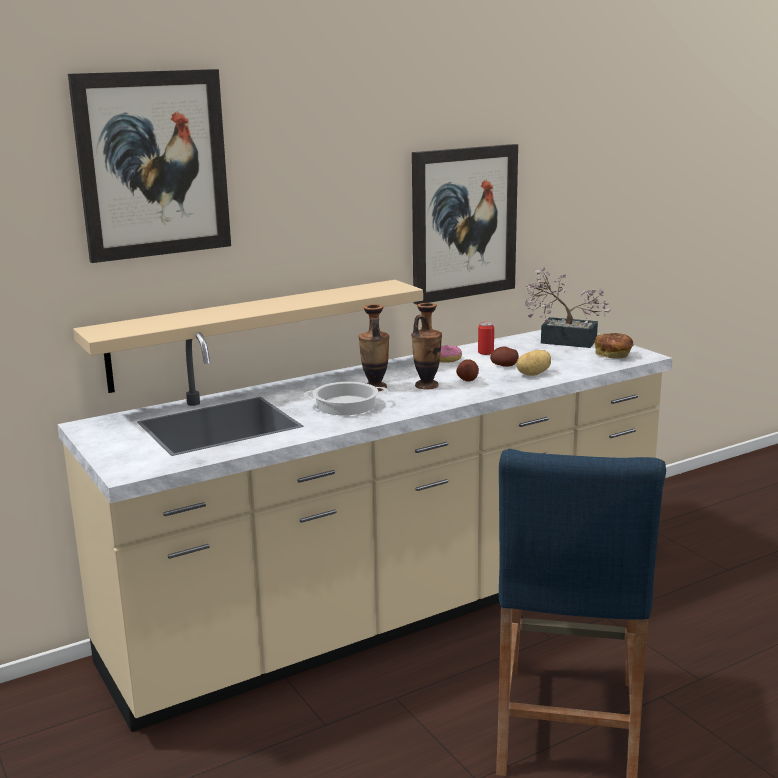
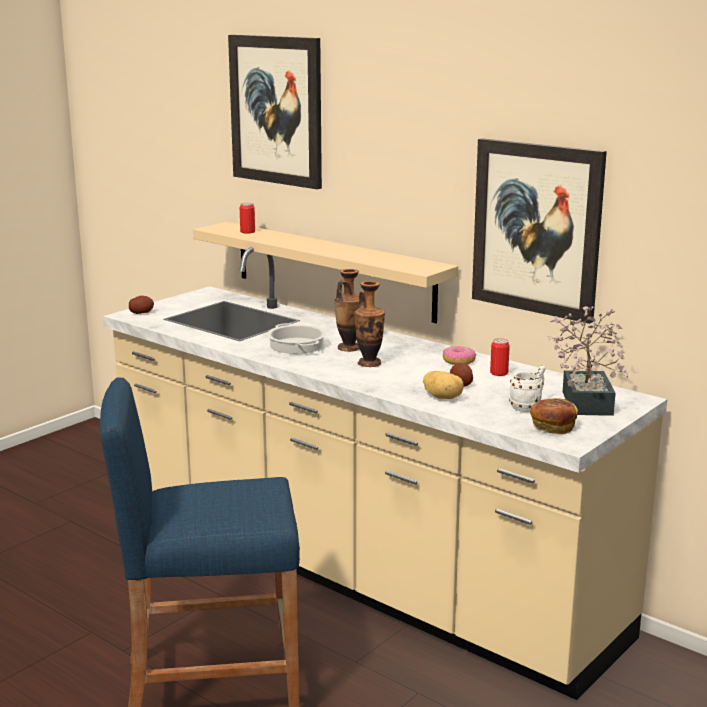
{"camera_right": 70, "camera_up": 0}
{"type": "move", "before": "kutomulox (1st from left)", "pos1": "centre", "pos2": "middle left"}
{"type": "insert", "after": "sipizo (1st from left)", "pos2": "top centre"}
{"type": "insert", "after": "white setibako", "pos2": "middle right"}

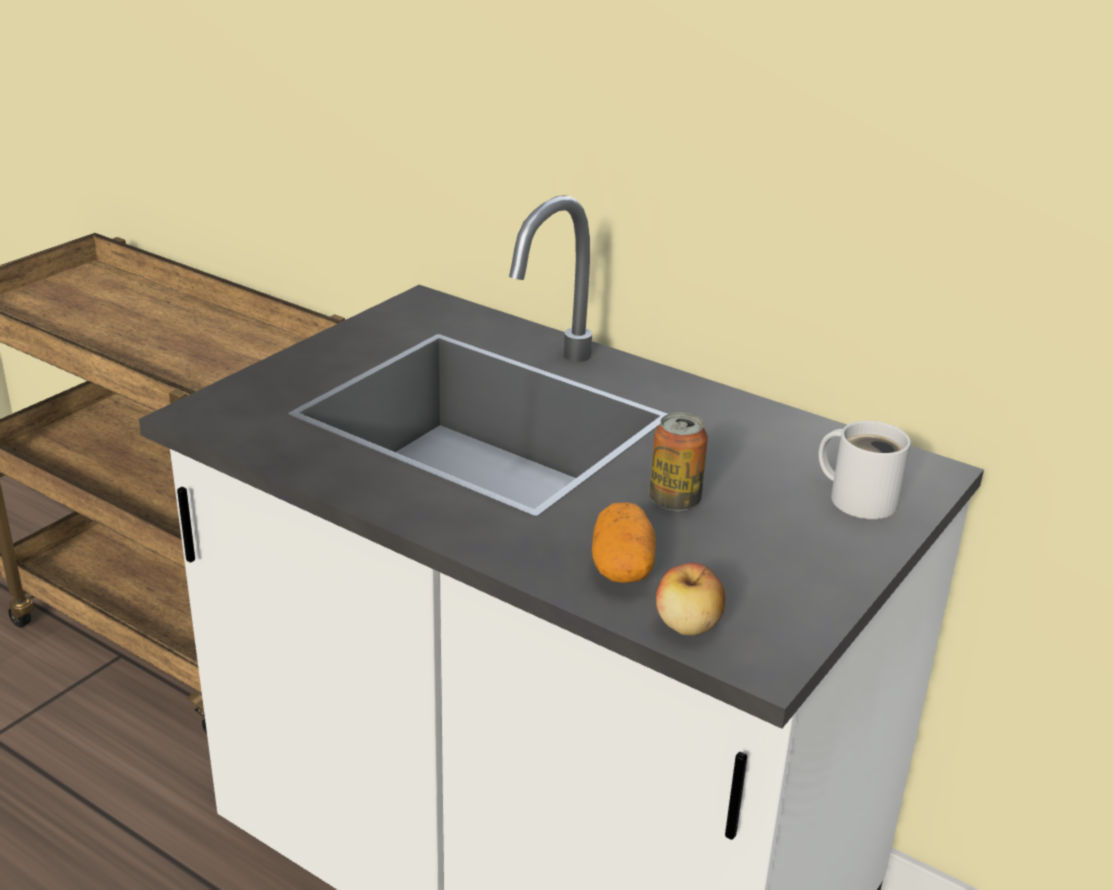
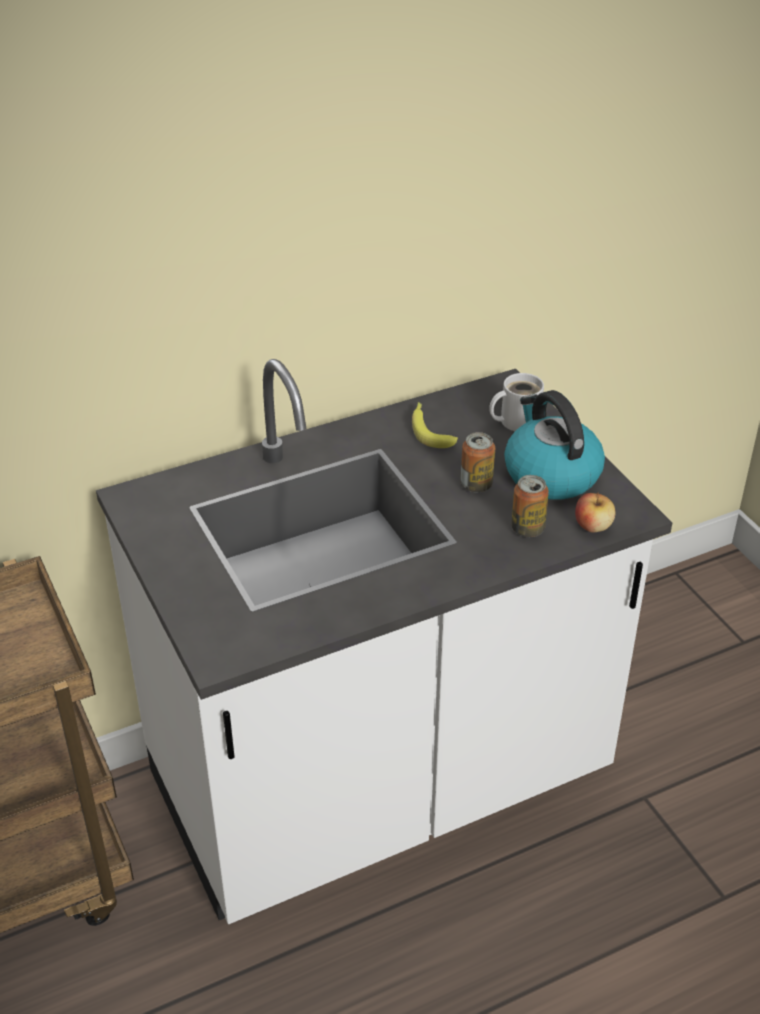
{"camera_right": -60, "camera_up": 10}
{"type": "insert", "after": "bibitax", "pos2": "centre"}
{"type": "insert", "after": "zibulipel", "pos2": "middle right"}
{"type": "replace", "before": "kutomulox", "after": "sipizo (2nd from left)", "pos1": "centre", "pos2": "middle right"}

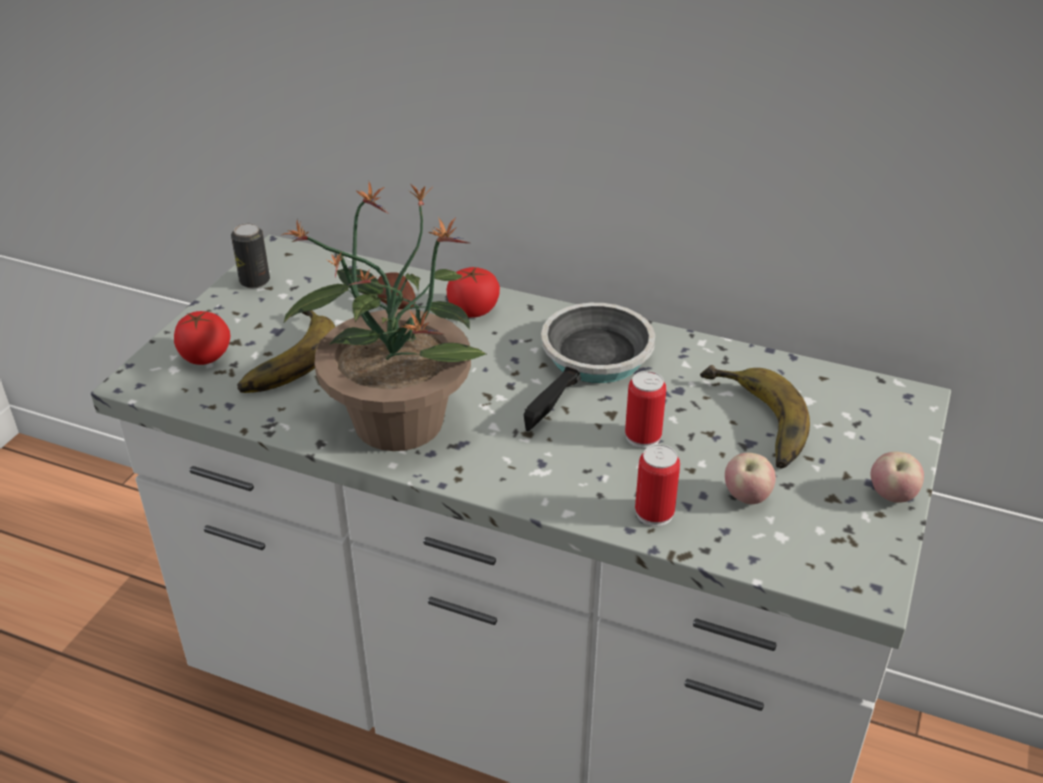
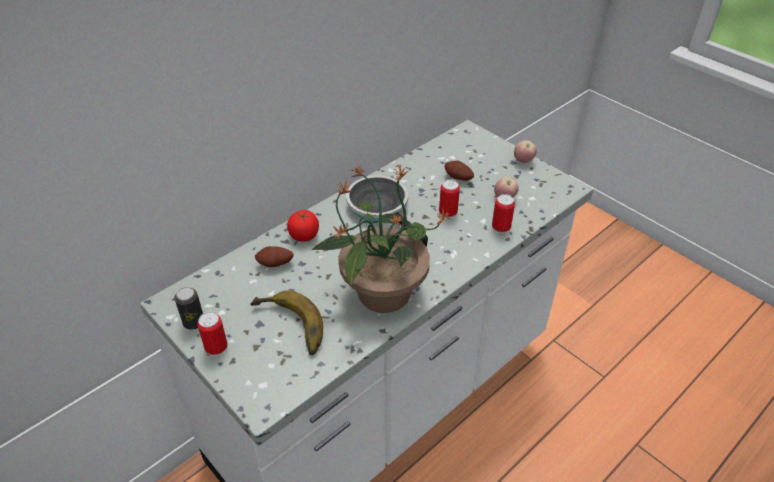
{"camera_right": -65, "camera_up": 5}
{"type": "insert", "after": "sipizo (2nd from left)", "pos2": "bottom left"}
{"type": "replace", "before": "bibitax (2nd from left)", "after": "kutomulox (2nd from left)", "pos1": "middle right", "pos2": "centre"}
{"type": "delete", "before": "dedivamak (1st from left)", "pos1": "middle left"}

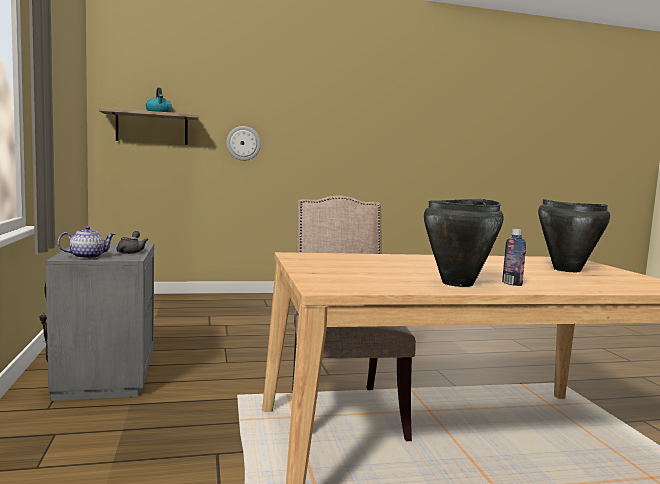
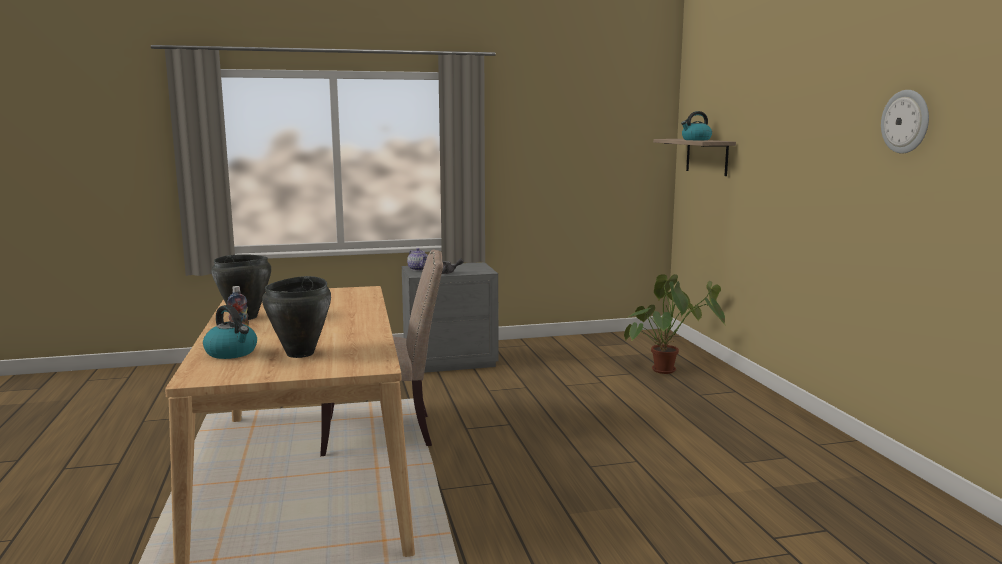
{"camera_right": 90, "camera_up": 5}
{"type": "insert", "after": "zibulipel (1st from left)", "pos2": "middle left"}
{"type": "insert", "after": "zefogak", "pos2": "middle right"}
{"type": "move", "before": "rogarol", "pos1": "top centre", "pos2": "top right"}

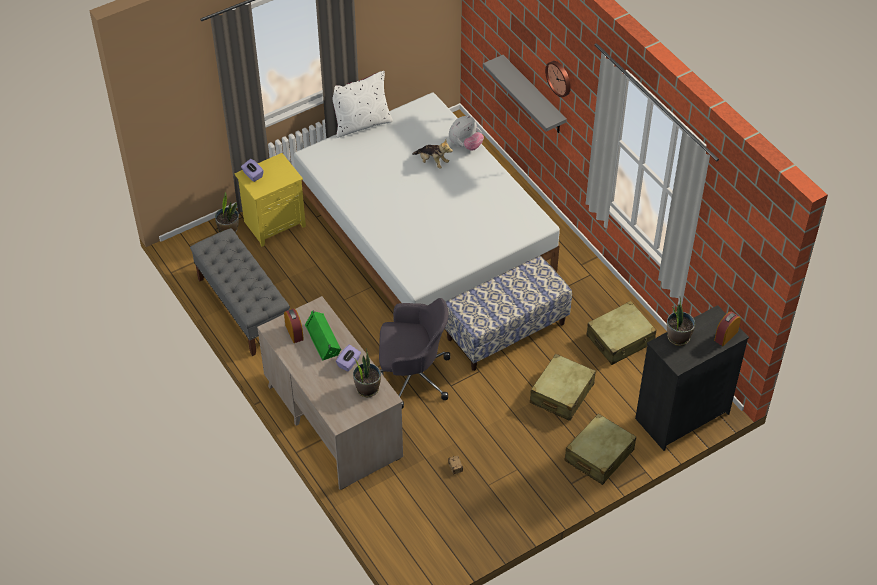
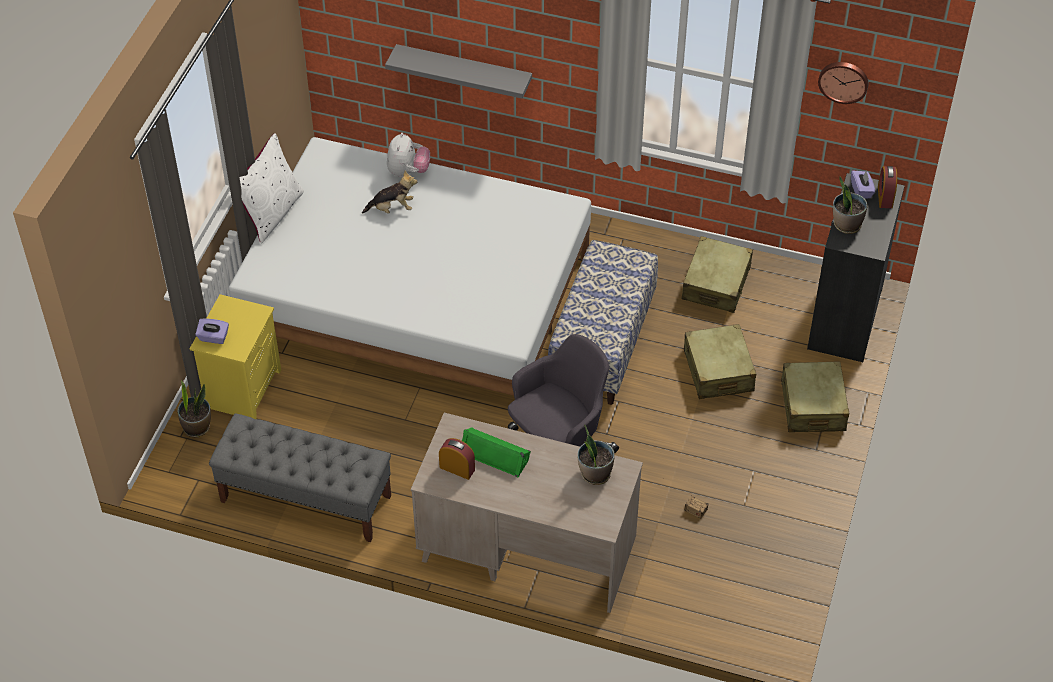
{"camera_right": -40, "camera_up": 0}
{"type": "move", "before": "rogarol", "pos1": "top centre", "pos2": "top right"}
{"type": "move", "before": "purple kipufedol (2nd from left)", "pos1": "centre", "pos2": "top right"}

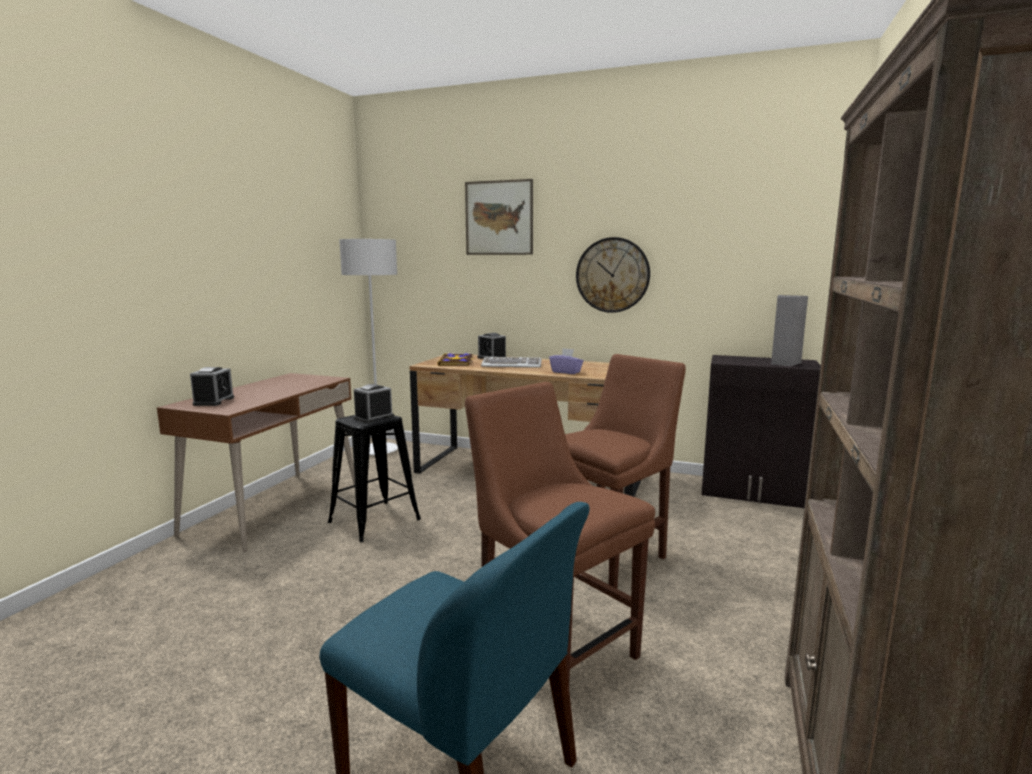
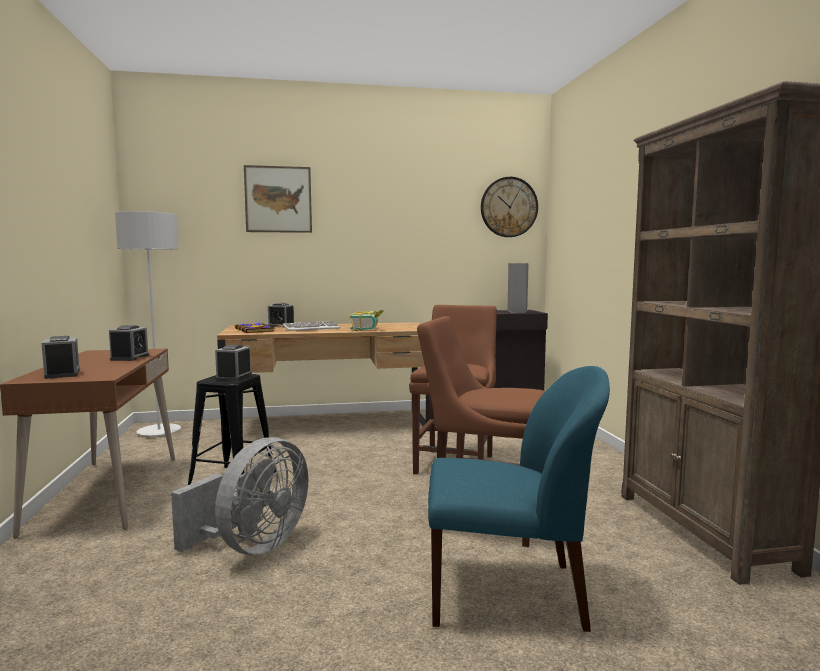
{"camera_right": -30, "camera_up": -5}
{"type": "insert", "after": "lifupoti (2nd from left)", "pos2": "middle left"}
{"type": "insert", "after": "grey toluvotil", "pos2": "bottom left"}
{"type": "replace", "before": "purple kipufedol", "after": "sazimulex (2nd from left)", "pos1": "centre", "pos2": "centre"}
{"type": "move", "before": "rogarol", "pos1": "centre", "pos2": "top centre"}

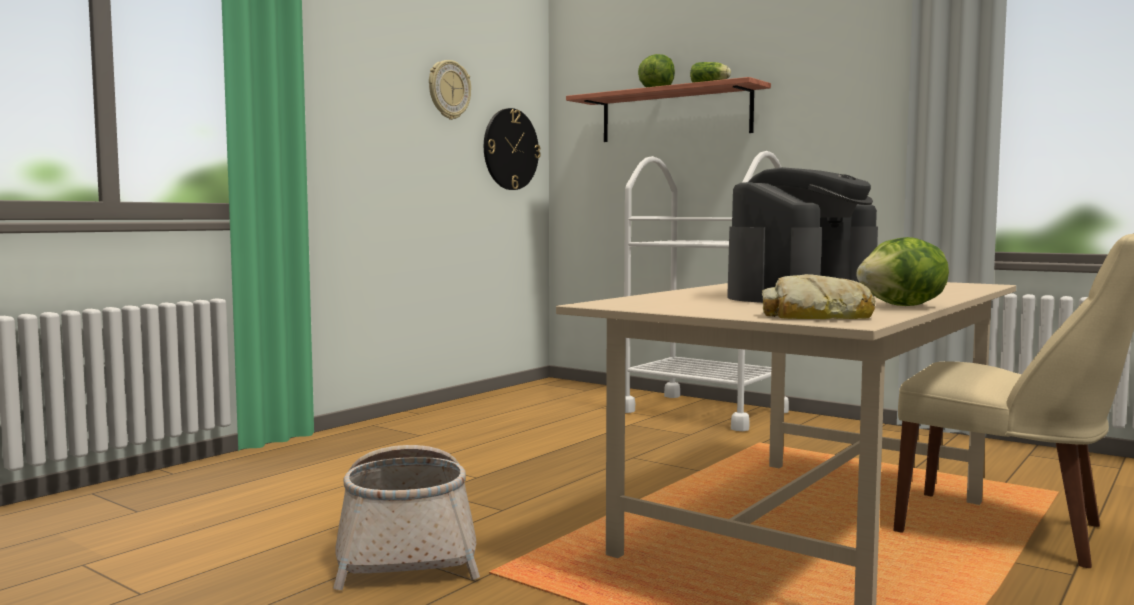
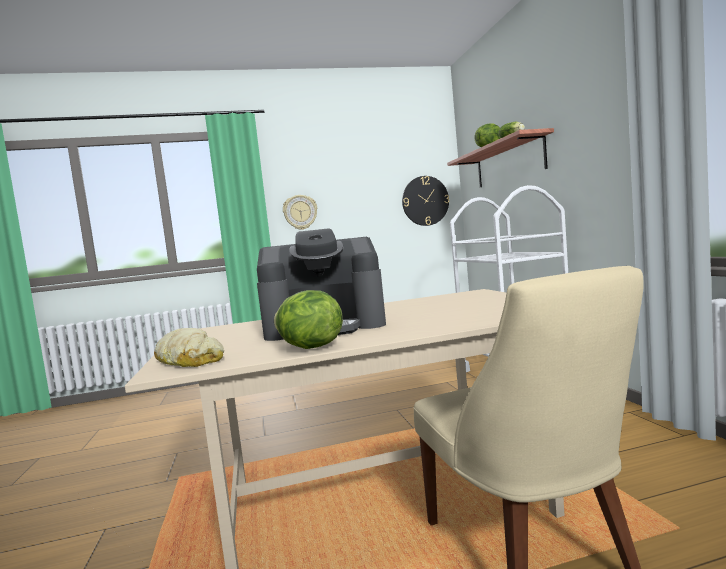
{"camera_right": 40, "camera_up": 0}
{"type": "move", "before": "rogarol (1st from left)", "pos1": "top centre", "pos2": "centre"}
{"type": "delete", "before": "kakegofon", "pos1": "bottom centre"}

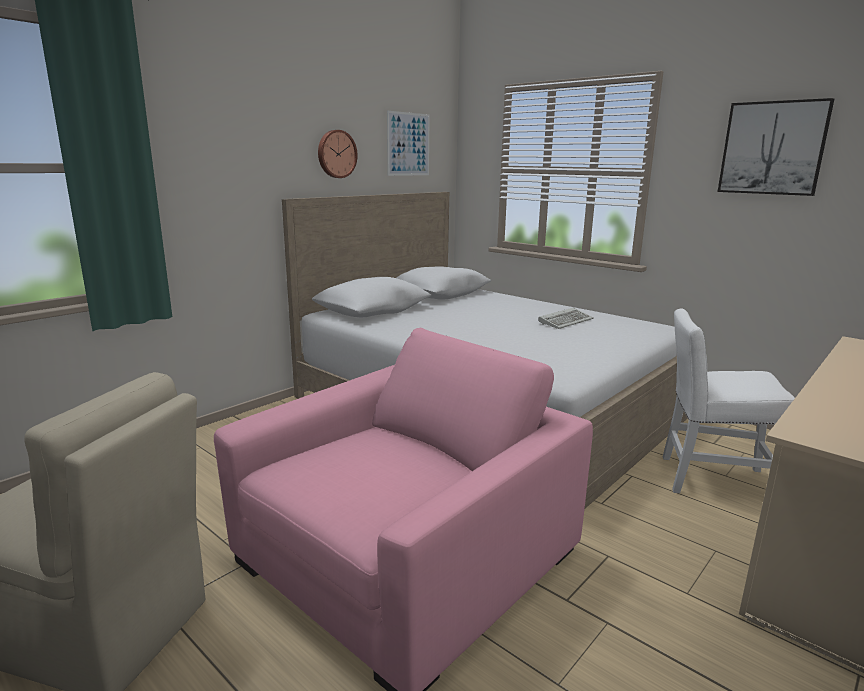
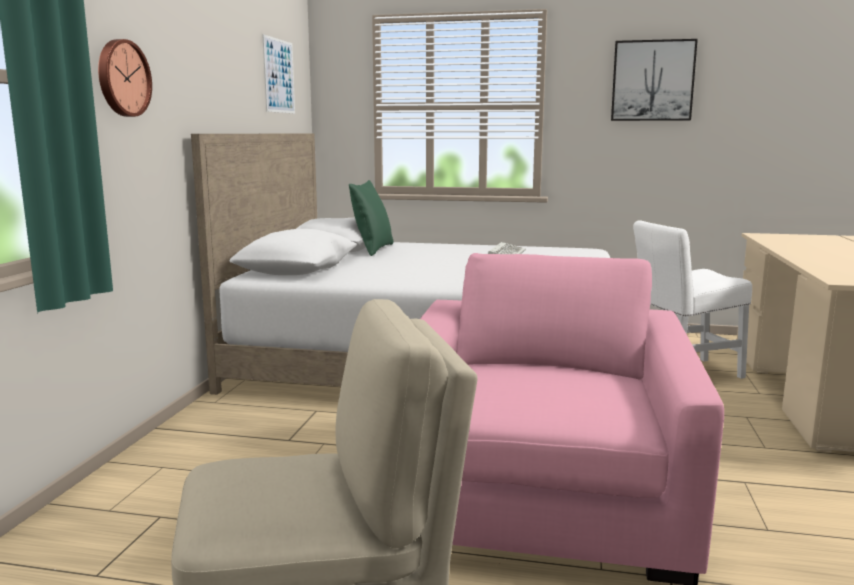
{"camera_right": -30, "camera_up": -5}
{"type": "move", "before": "rogarol", "pos1": "top centre", "pos2": "top left"}
{"type": "insert", "after": "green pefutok", "pos2": "centre"}

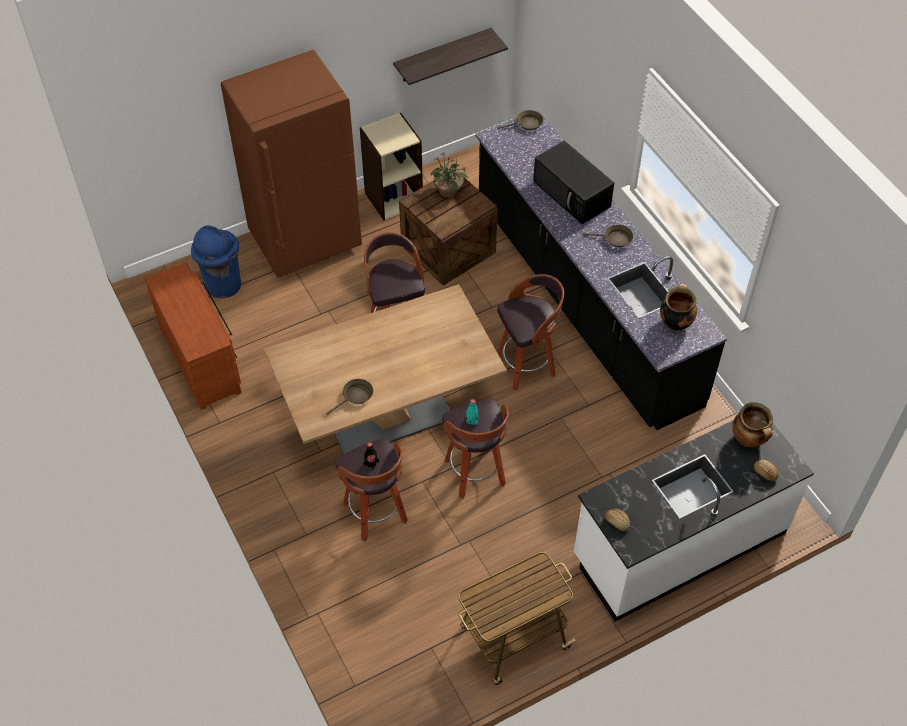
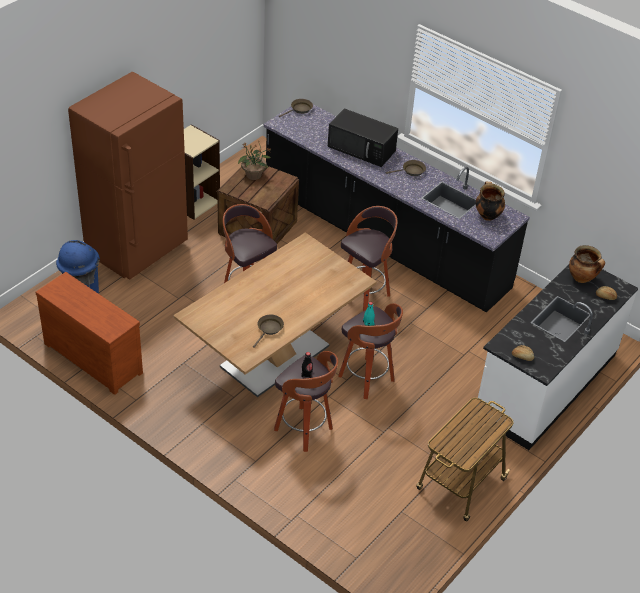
{"camera_right": -25, "camera_up": -10}
{"type": "delete", "before": "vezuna", "pos1": "top centre"}

